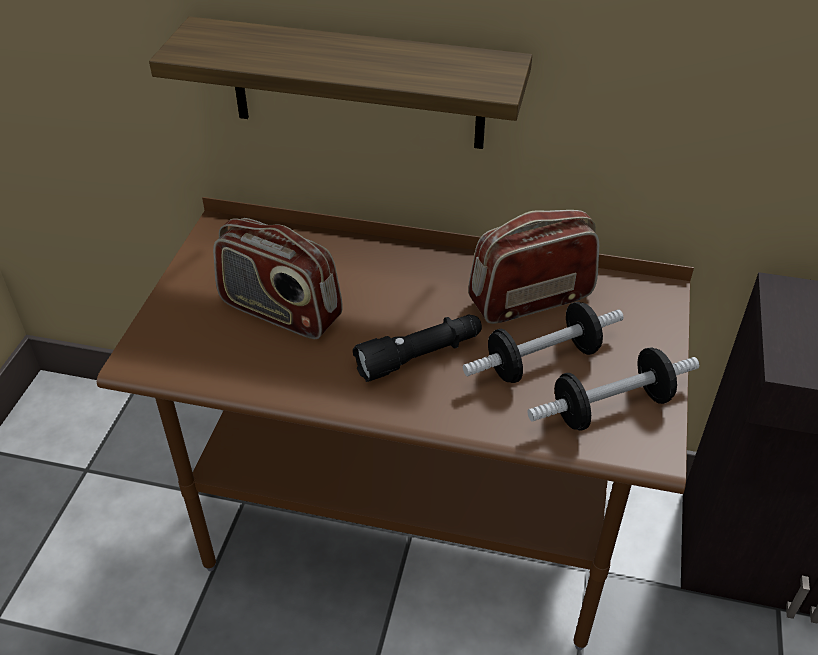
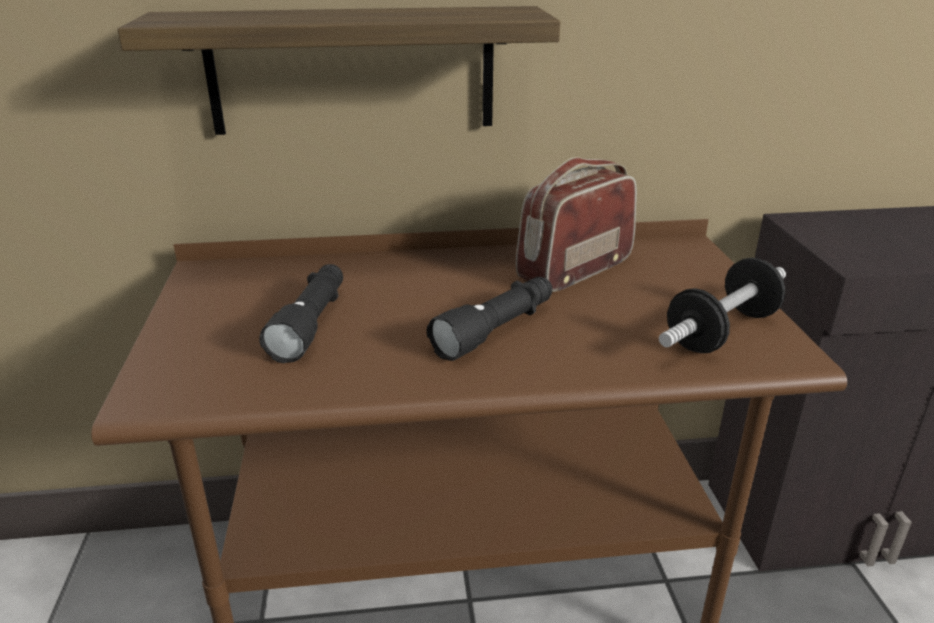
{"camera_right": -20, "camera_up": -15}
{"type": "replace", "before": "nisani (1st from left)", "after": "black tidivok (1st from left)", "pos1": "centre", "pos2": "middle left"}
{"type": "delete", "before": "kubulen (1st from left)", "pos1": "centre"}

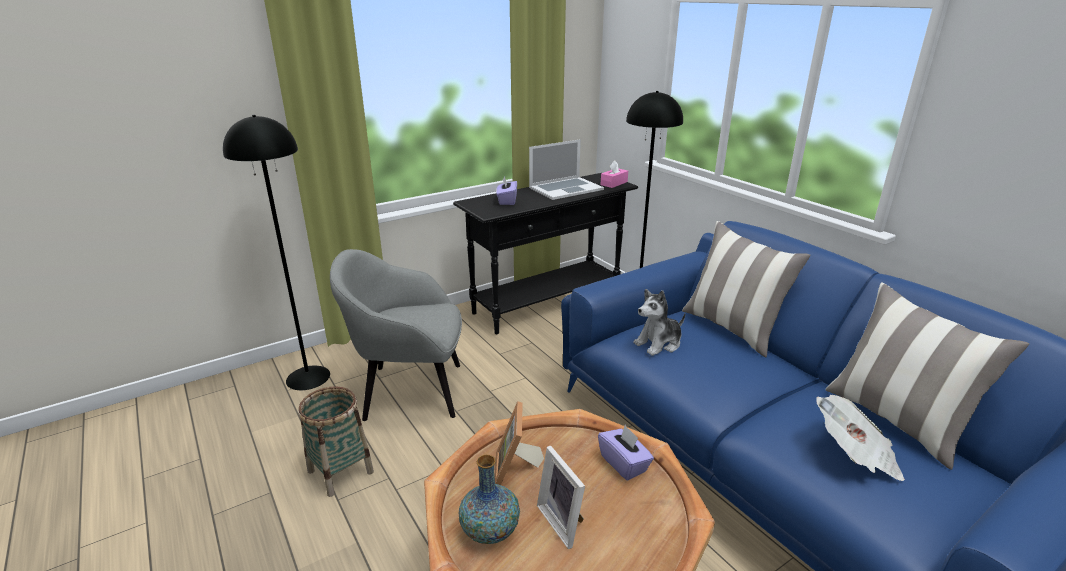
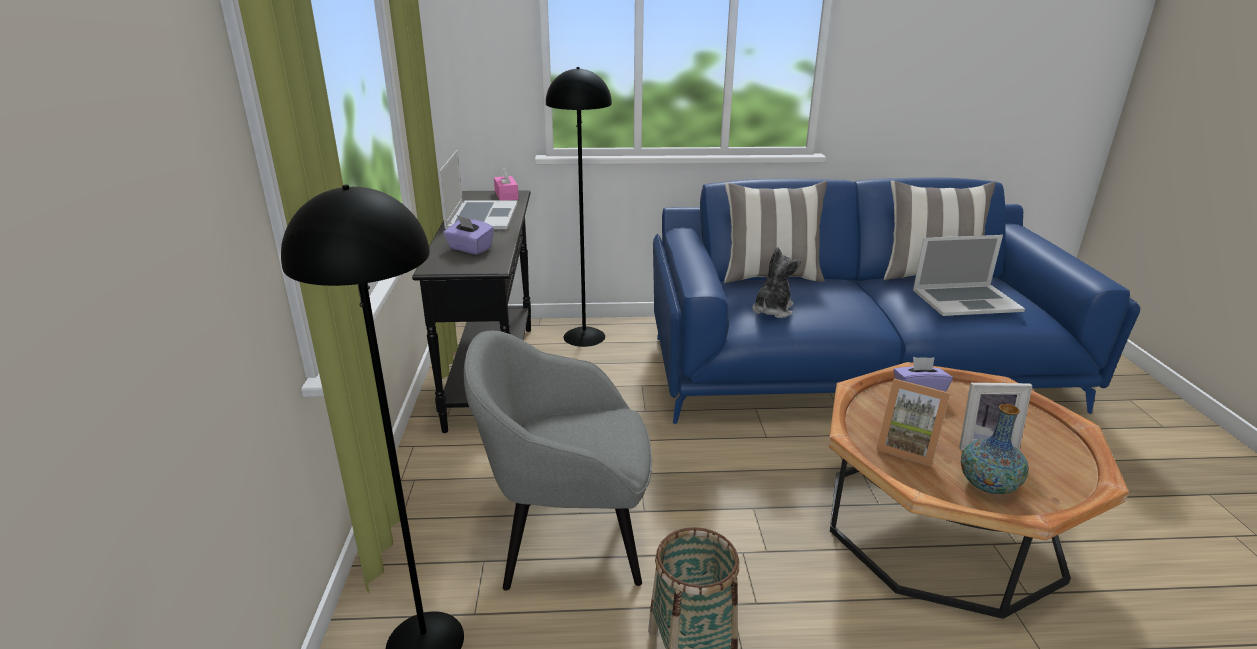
{"camera_right": -60, "camera_up": 0}
{"type": "rotate", "before": "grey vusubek", "pos1": "centre", "pos2": "bottom centre", "turn": 60}
{"type": "rotate", "before": "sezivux", "pos1": "centre", "pos2": "centre", "turn": -150}
{"type": "replace", "before": "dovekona", "after": "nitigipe (2nd from left)", "pos1": "bottom right", "pos2": "middle right"}

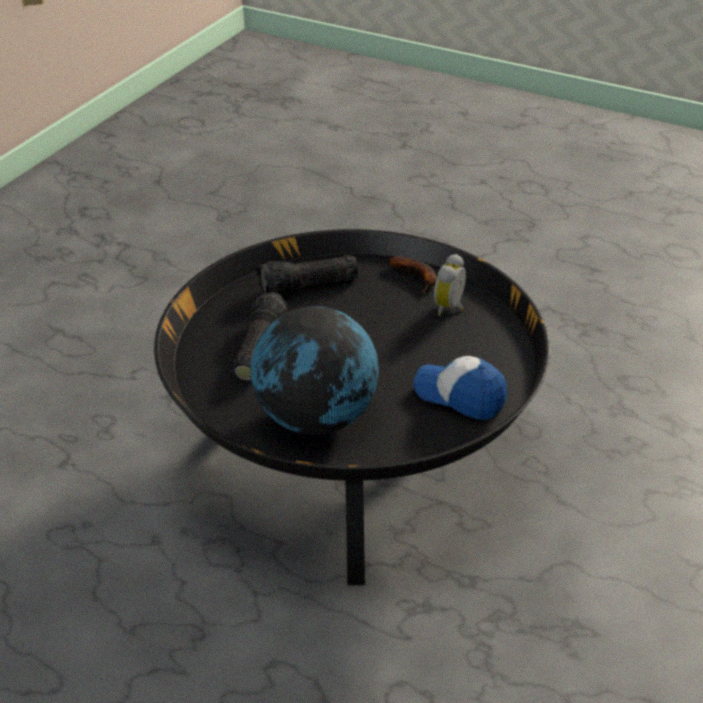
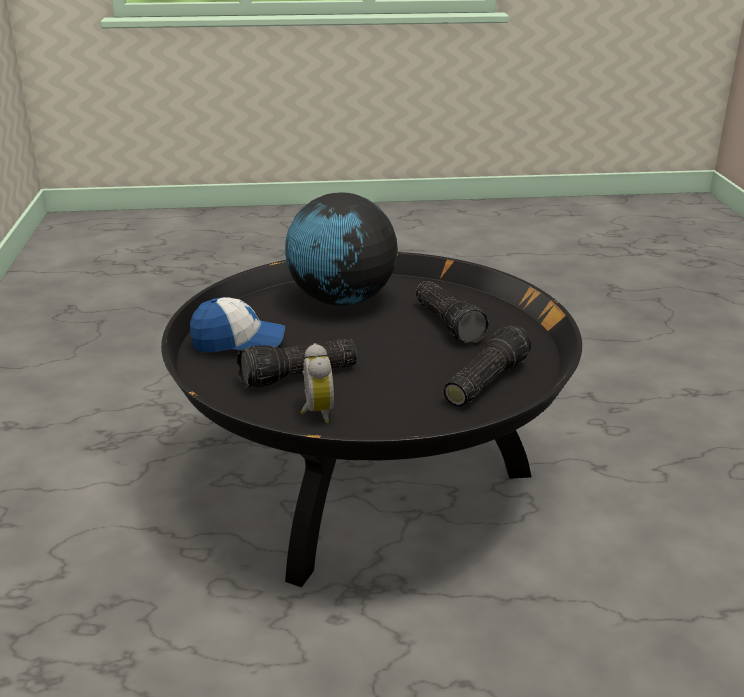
{"camera_right": 145, "camera_up": -10}
{"type": "insert", "after": "tidivok (1st from left)", "pos2": "centre"}
{"type": "delete", "before": "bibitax", "pos1": "centre"}

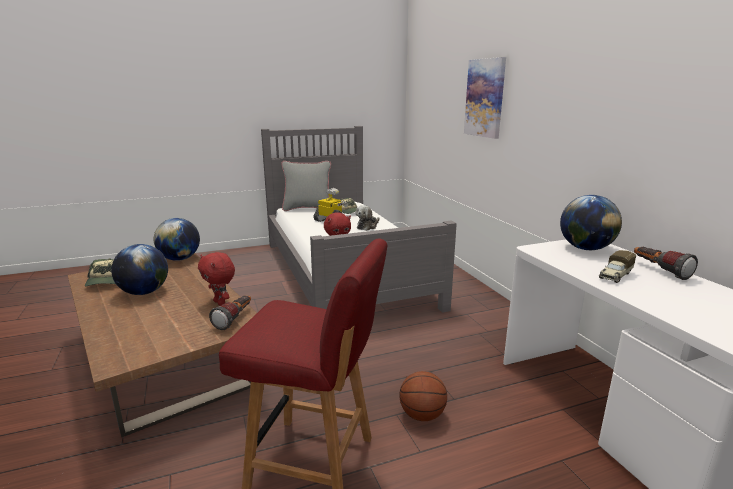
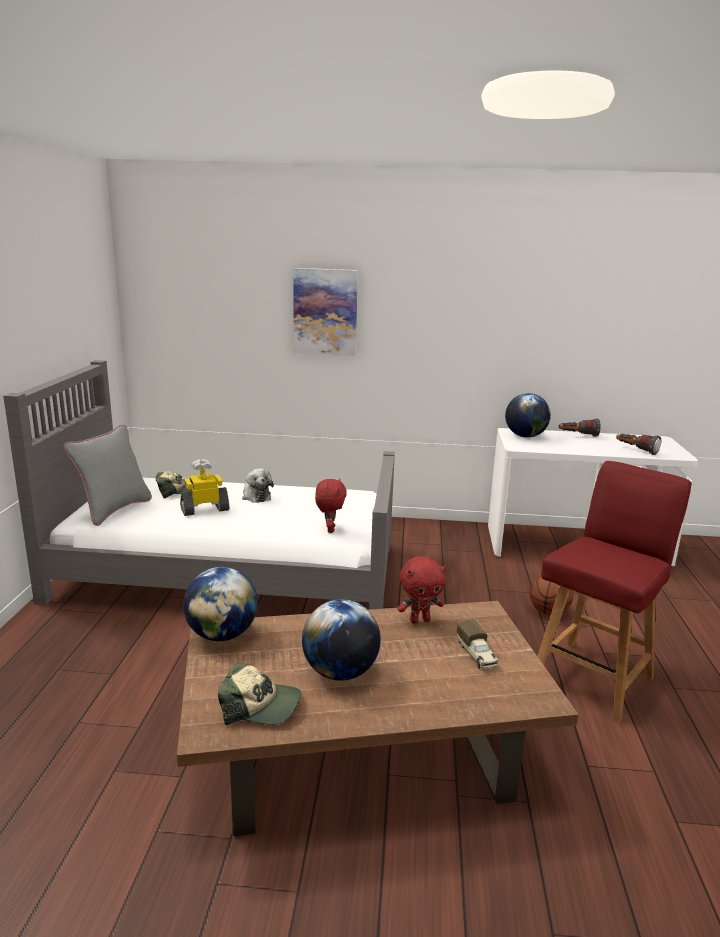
{"camera_right": -65, "camera_up": 0}
{"type": "move", "before": "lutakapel", "pos1": "middle right", "pos2": "bottom centre"}
{"type": "move", "before": "tidivok (1st from left in the first image)", "after": "tidivok (2nd from left)", "pos1": "middle left", "pos2": "middle right"}

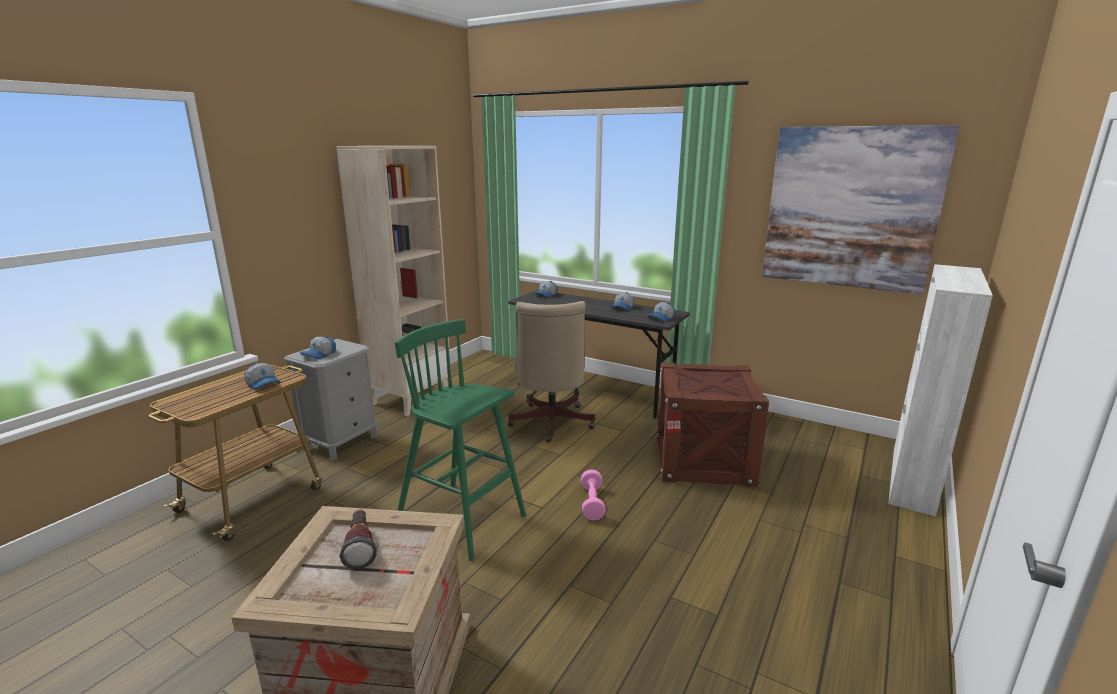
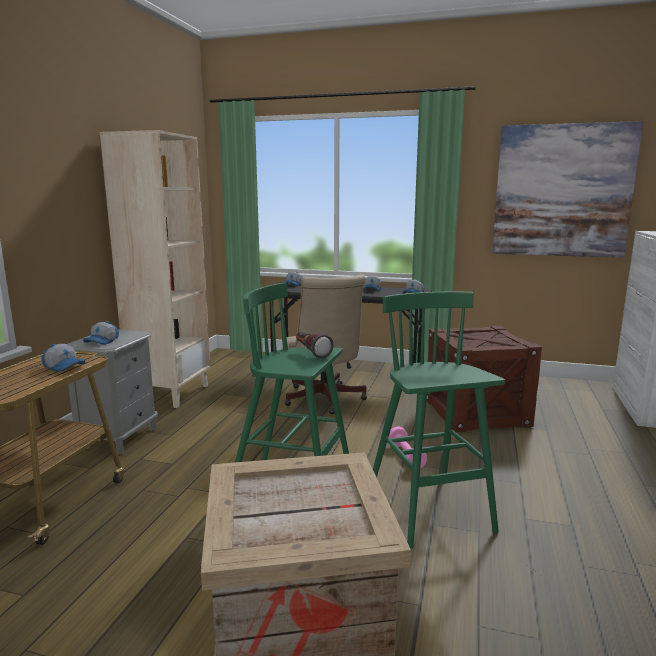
{"camera_right": -15, "camera_up": -5}
{"type": "move", "before": "tidivok", "pos1": "bottom left", "pos2": "centre"}
{"type": "insert", "after": "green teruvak (2nd from left)", "pos2": "middle right"}

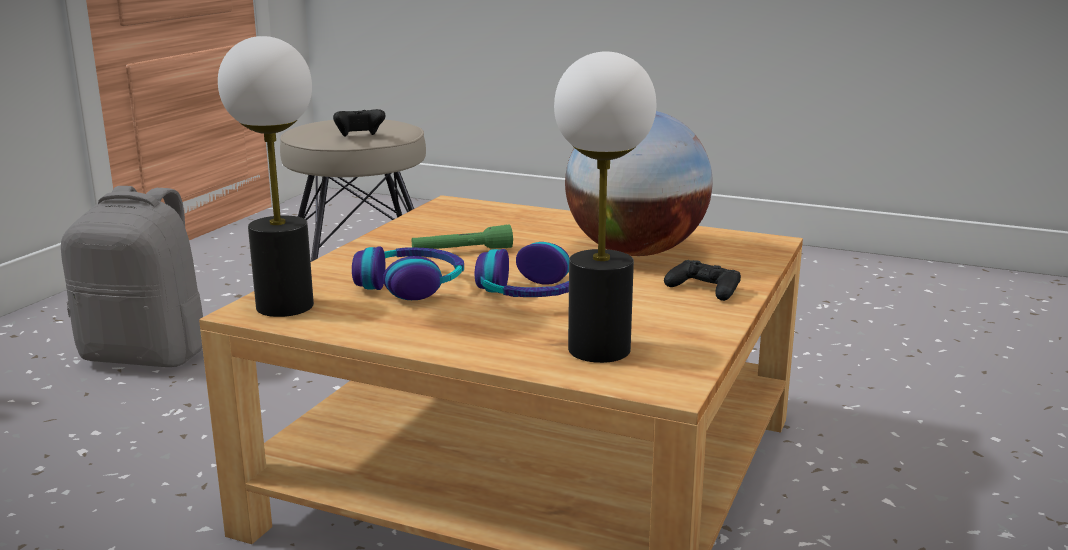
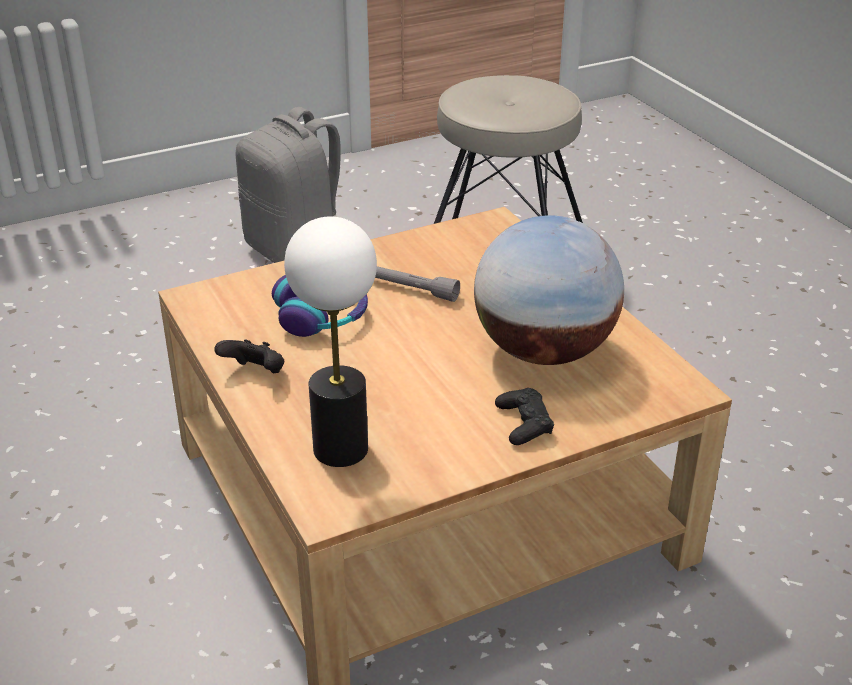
{"camera_right": 40, "camera_up": 15}
{"type": "move", "before": "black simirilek (1st from left)", "pos1": "top centre", "pos2": "middle left"}
{"type": "recolor", "before": "green tidivok", "after": "grey tidivok", "pos1": "centre", "pos2": "centre"}
{"type": "delete", "before": "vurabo (1st from left)", "pos1": "top left"}
{"type": "delete", "before": "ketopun (2nd from left)", "pos1": "centre"}

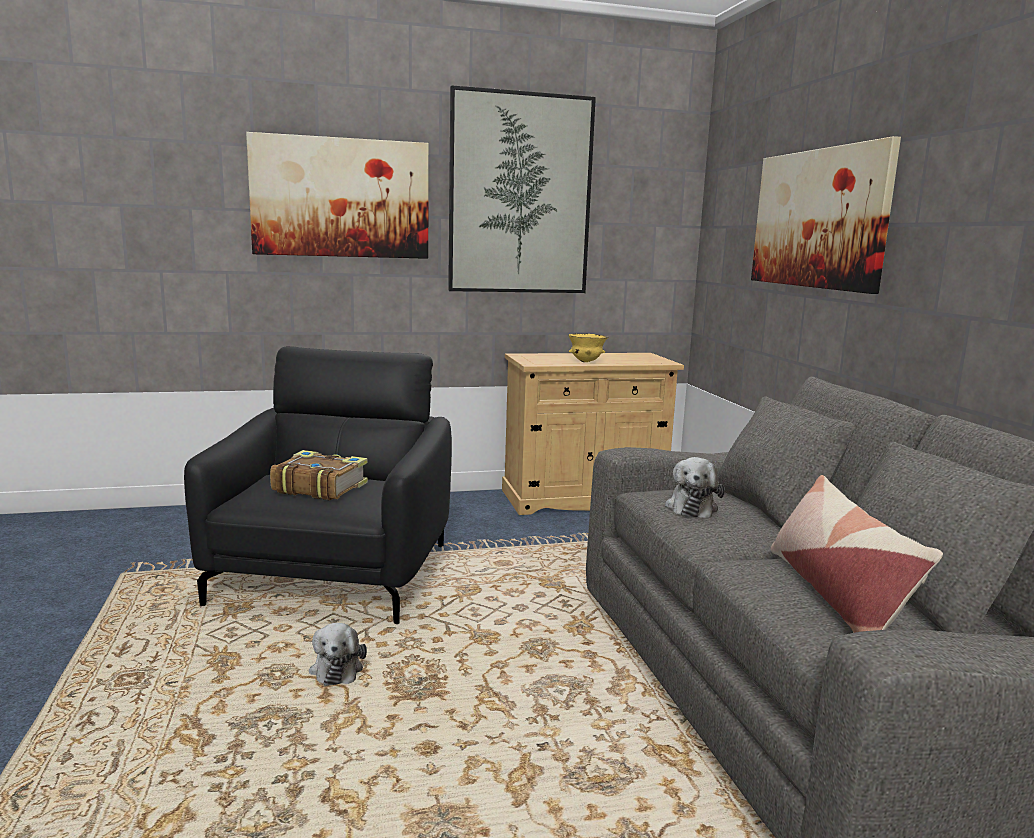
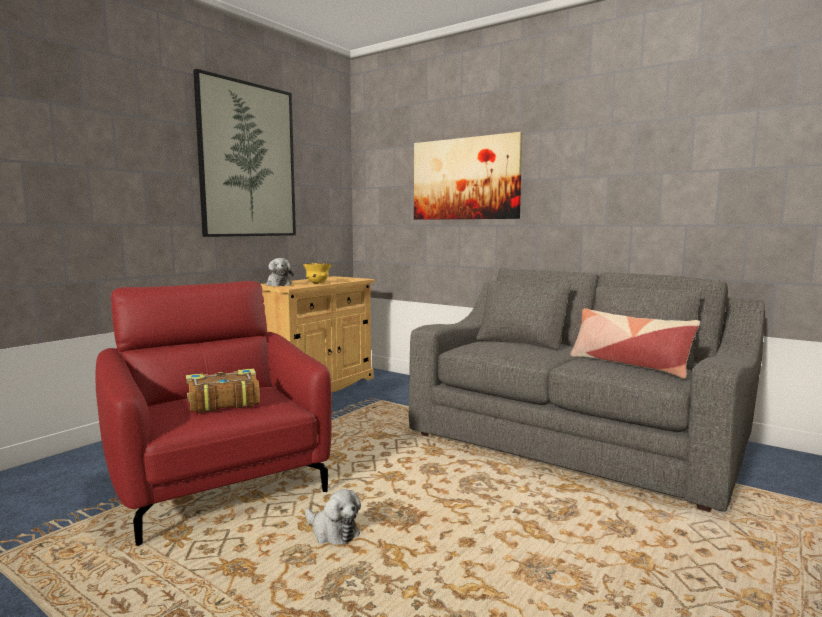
{"camera_right": -40, "camera_up": -5}
{"type": "recolor", "before": "black vusubek", "after": "red vusubek", "pos1": "middle left", "pos2": "bottom left"}
{"type": "move", "before": "sezivux (2nd from left in the first image)", "after": "sezivux (1st from left)", "pos1": "middle right", "pos2": "centre"}
{"type": "delete", "before": "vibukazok (1st from left)", "pos1": "top left"}

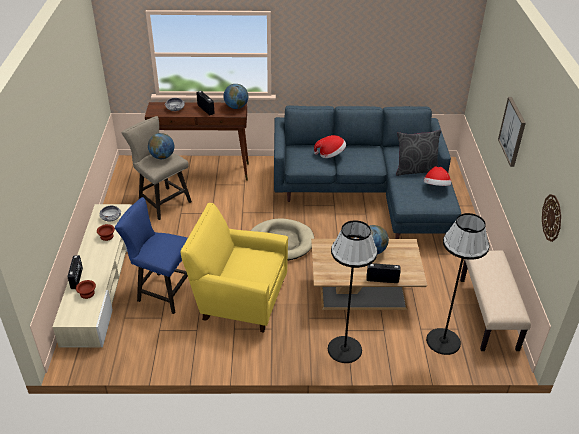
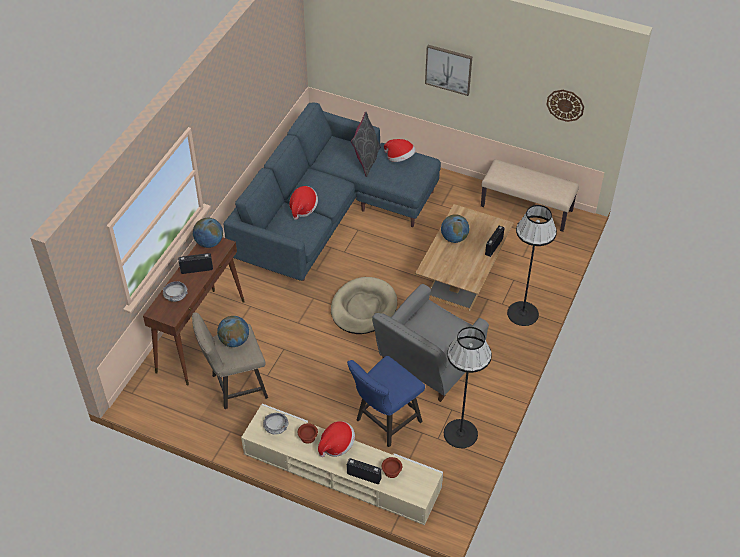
{"camera_right": -65, "camera_up": 10}
{"type": "insert", "after": "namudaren (2nd from left)", "pos2": "bottom centre"}
{"type": "recolor", "before": "yellow vusubek", "after": "grey vusubek", "pos1": "centre", "pos2": "centre"}
{"type": "move", "before": "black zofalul (2nd from left in the first image)", "after": "black zofalul (1st from left)", "pos1": "middle right", "pos2": "bottom centre"}

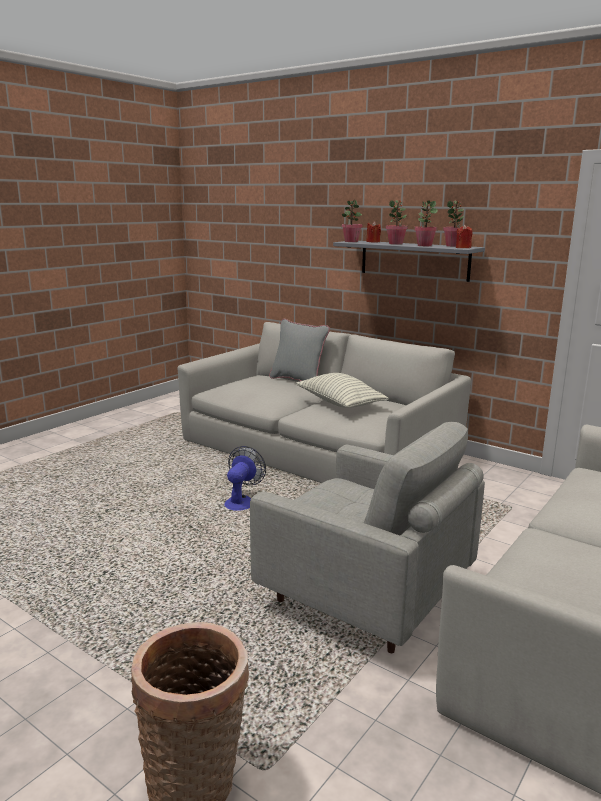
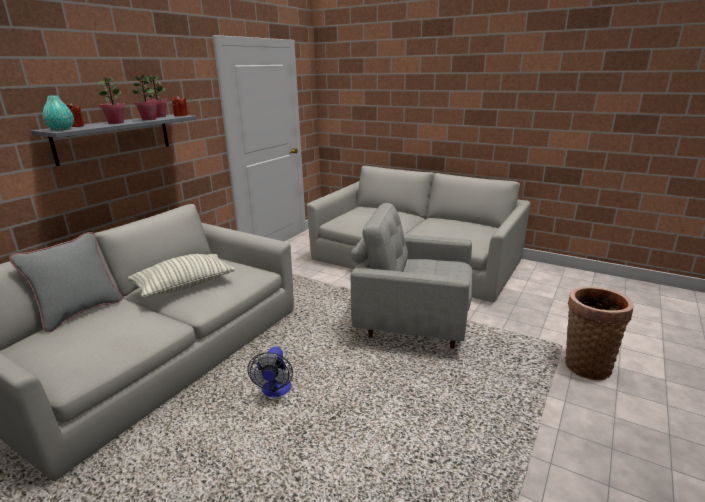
{"camera_right": -95, "camera_up": 5}
{"type": "replace", "before": "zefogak (1st from left)", "after": "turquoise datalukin", "pos1": "top centre", "pos2": "top left"}
{"type": "rotate", "before": "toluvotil", "pos1": "centre", "pos2": "bottom centre", "turn": -105}
{"type": "rotate", "before": "grey vusubek", "pos1": "bottom centre", "pos2": "centre", "turn": -105}

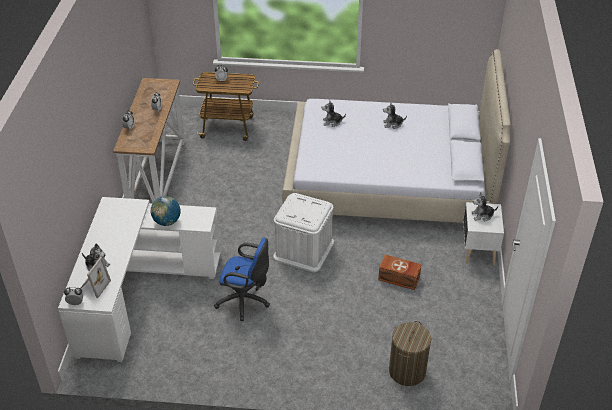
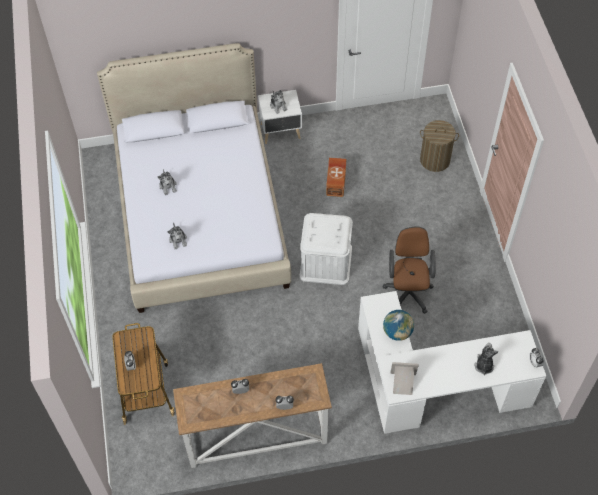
{"camera_right": -105, "camera_up": 15}
{"type": "recolor", "before": "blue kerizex", "after": "brown kerizex", "pos1": "bottom centre", "pos2": "middle right"}
{"type": "move", "before": "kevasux", "pos1": "bottom left", "pos2": "bottom right"}

